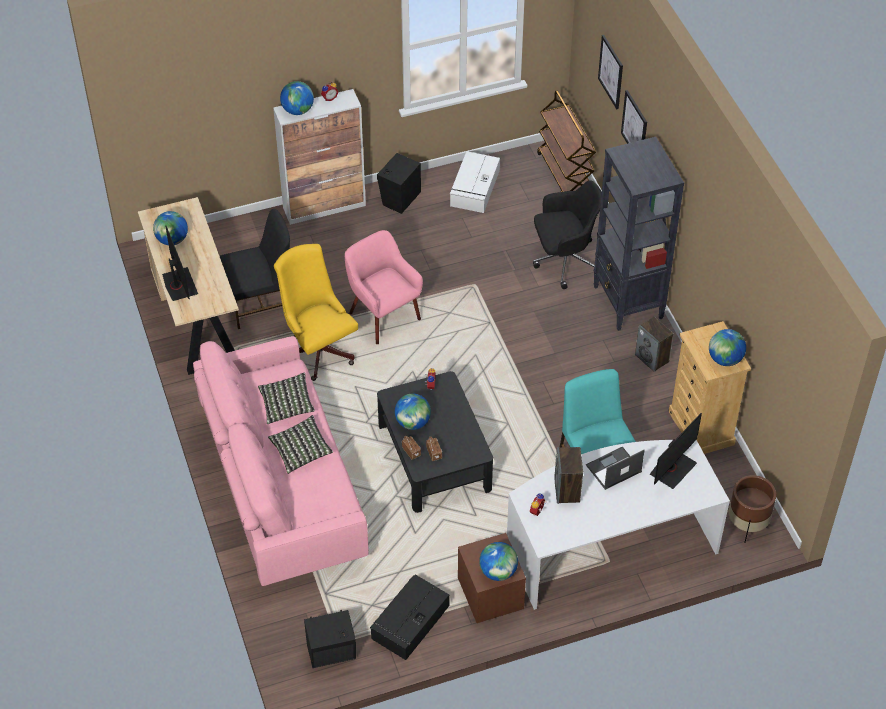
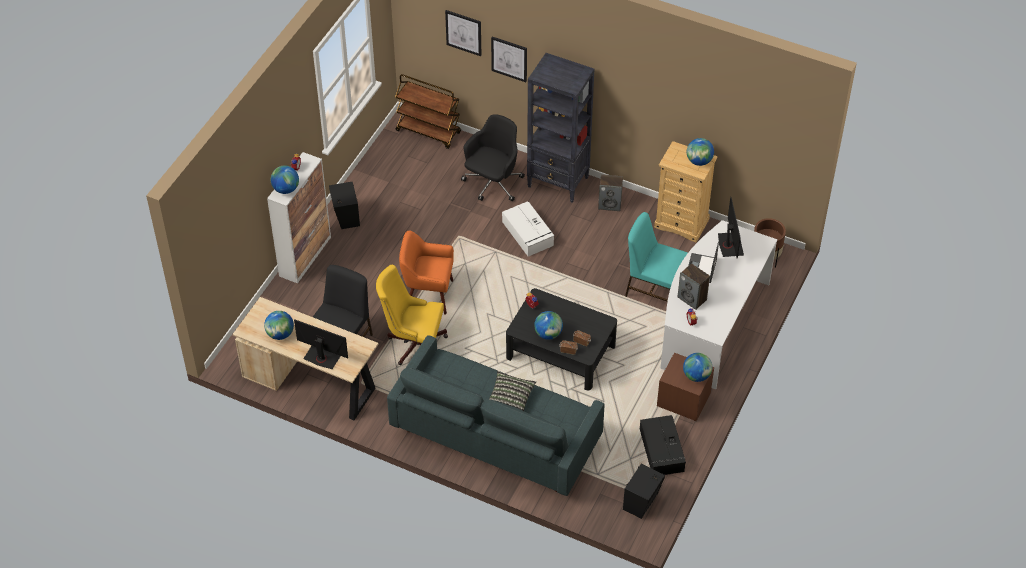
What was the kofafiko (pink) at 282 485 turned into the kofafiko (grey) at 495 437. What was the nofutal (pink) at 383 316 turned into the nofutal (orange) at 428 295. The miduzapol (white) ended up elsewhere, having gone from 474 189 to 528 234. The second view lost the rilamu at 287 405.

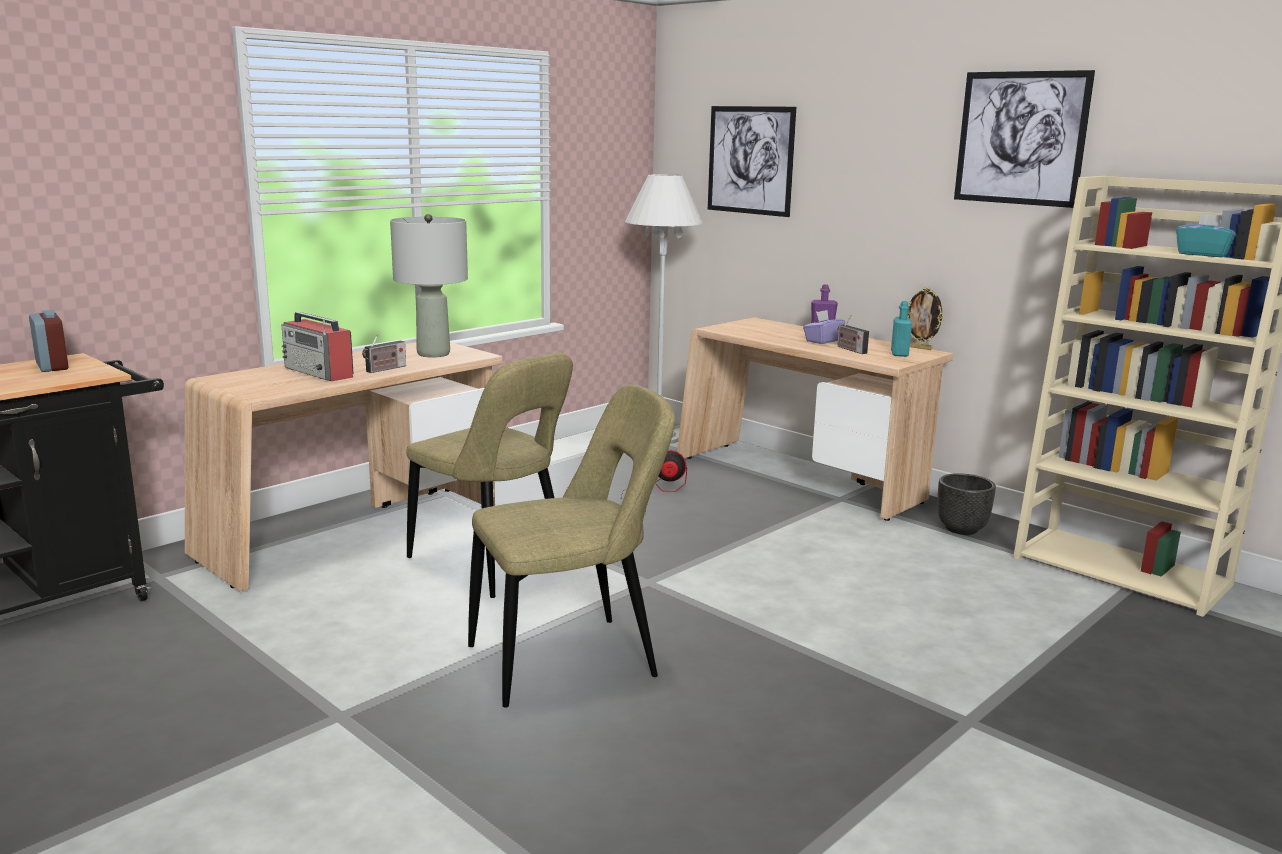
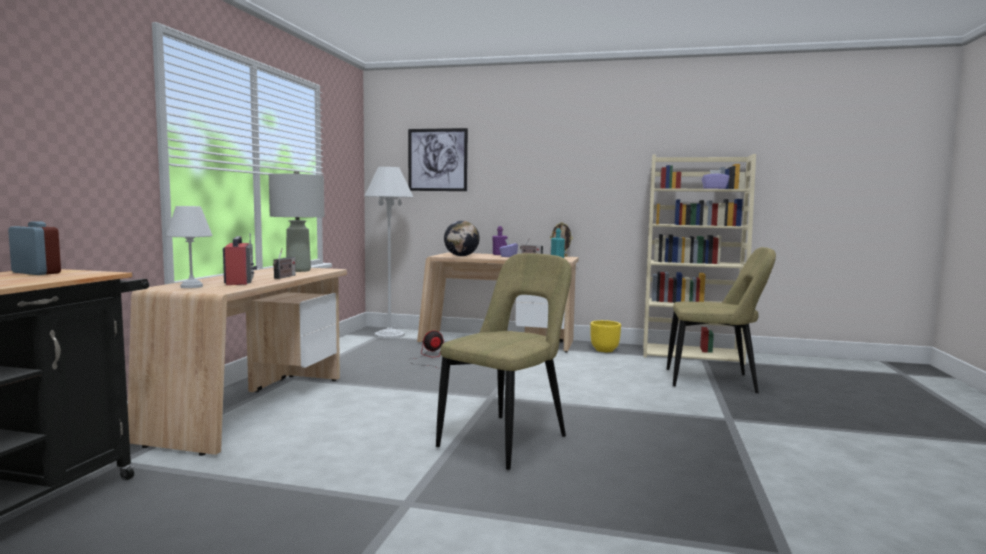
The second view gained the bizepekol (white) at 190 286. The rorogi at 319 373 ended up facing another way, 120 degrees counterclockwise from before. The second view gained the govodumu at 461 256. What was the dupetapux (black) at 962 529 turned into the dupetapux (yellow) at 605 350. The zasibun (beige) ended up elsewhere, having gone from 493 564 to 715 381. What was the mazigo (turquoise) at 1203 254 turned into the mazigo (purple) at 714 188. The second view lost the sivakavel at 1021 138.

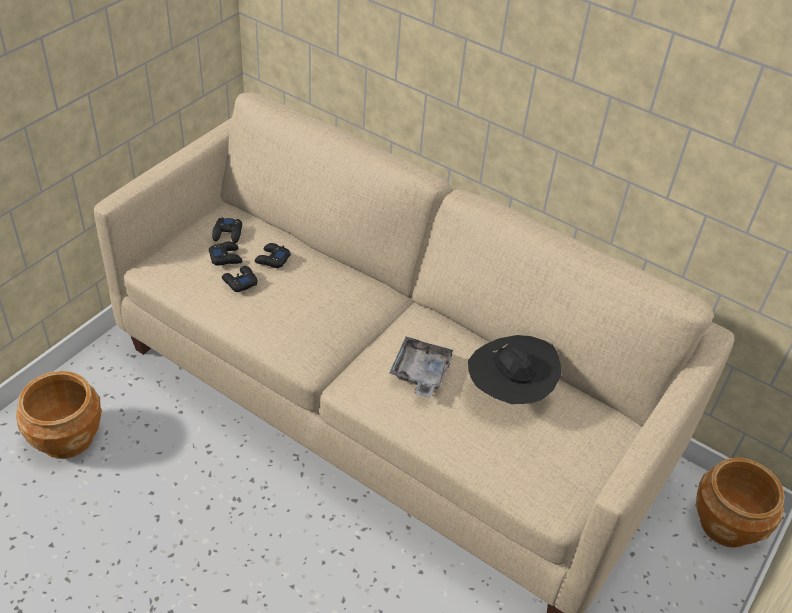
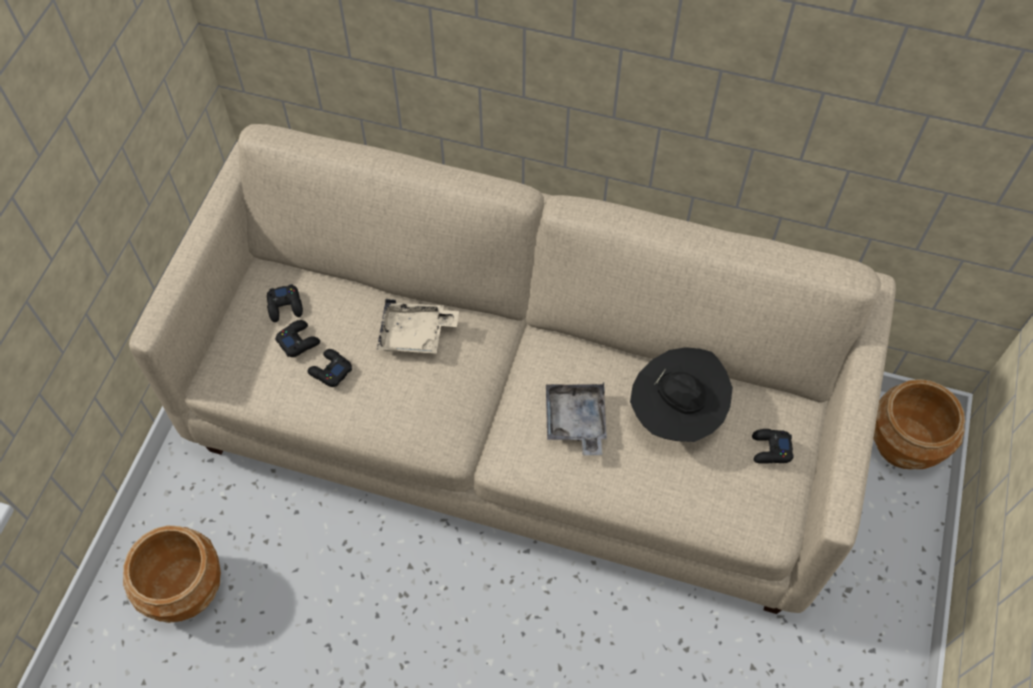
The second view gained the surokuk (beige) at 415 334. The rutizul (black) ended up elsewhere, having gone from 272 259 to 770 449.

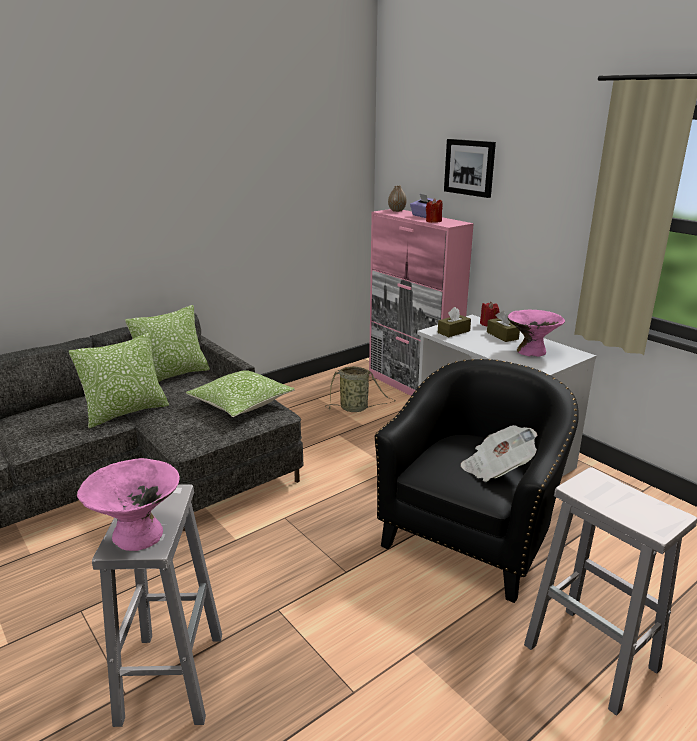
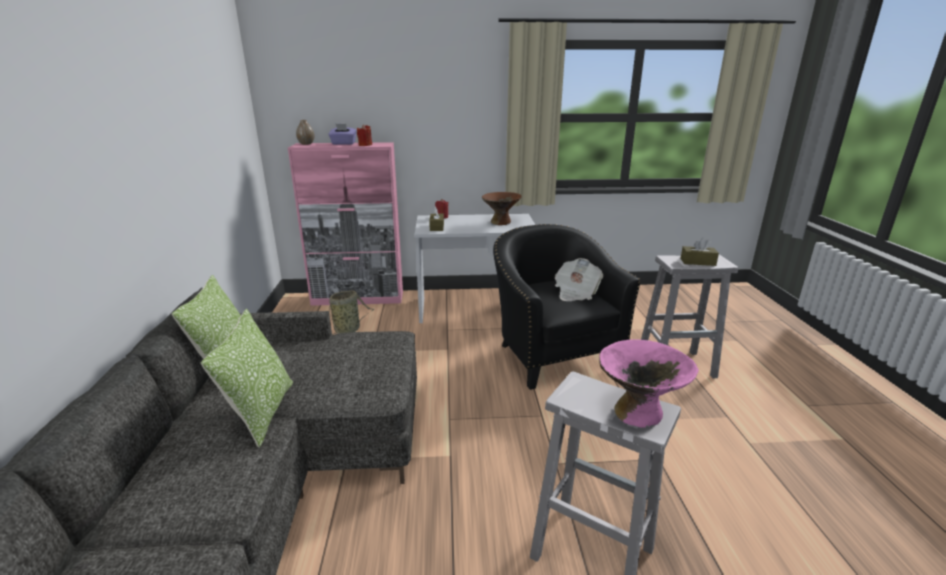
What was the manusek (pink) at 531 351 turned into the manusek (brown) at 501 222. The mazigo (brown) ended up elsewhere, having gone from 502 335 to 698 262. The second view lost the rilamu at 241 403. The second view lost the sivakavel at 470 167.

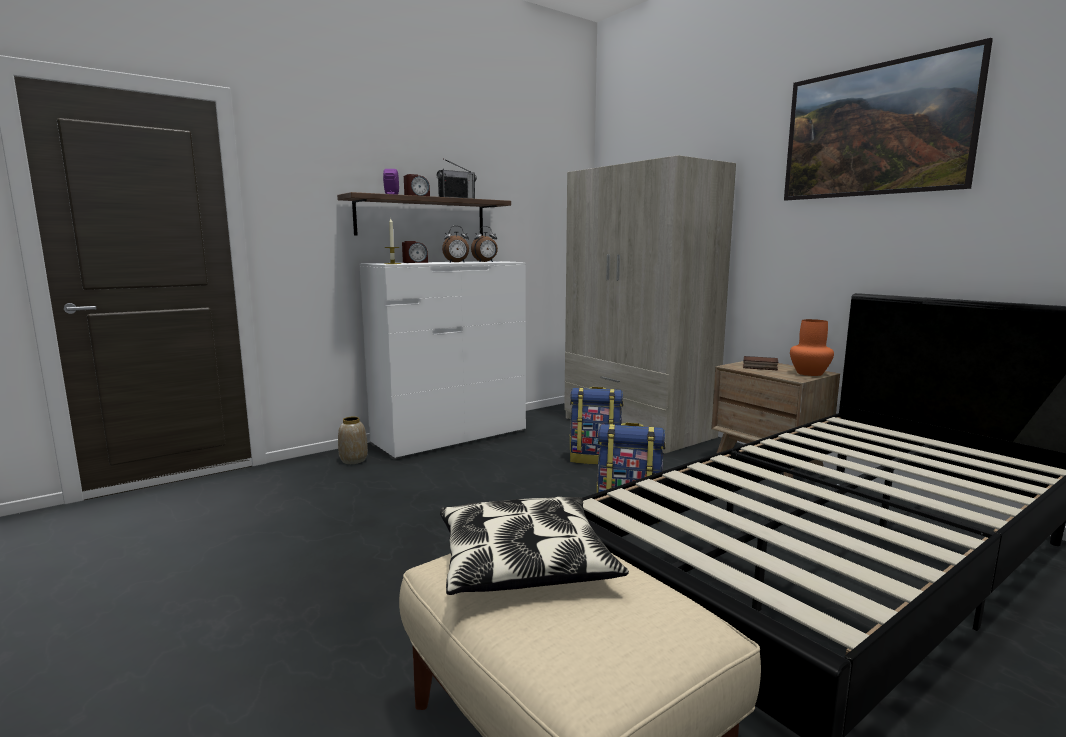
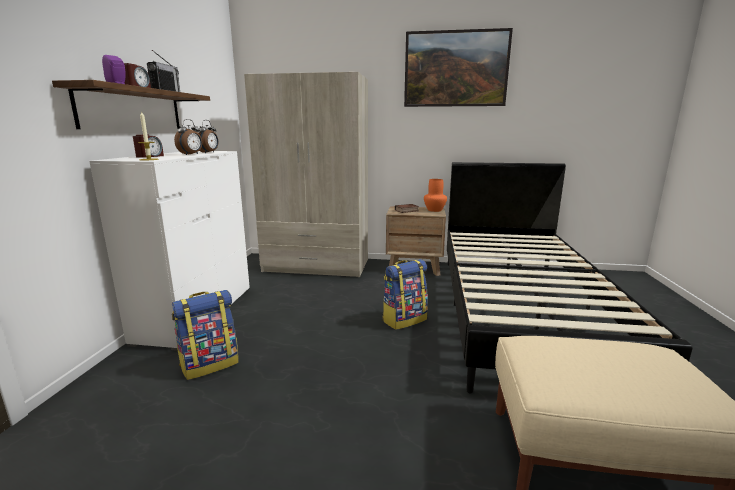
The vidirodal ended up elsewhere, having gone from 595 459 to 210 364. The second view lost the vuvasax at 354 460. The second view lost the rilamu at 524 562.

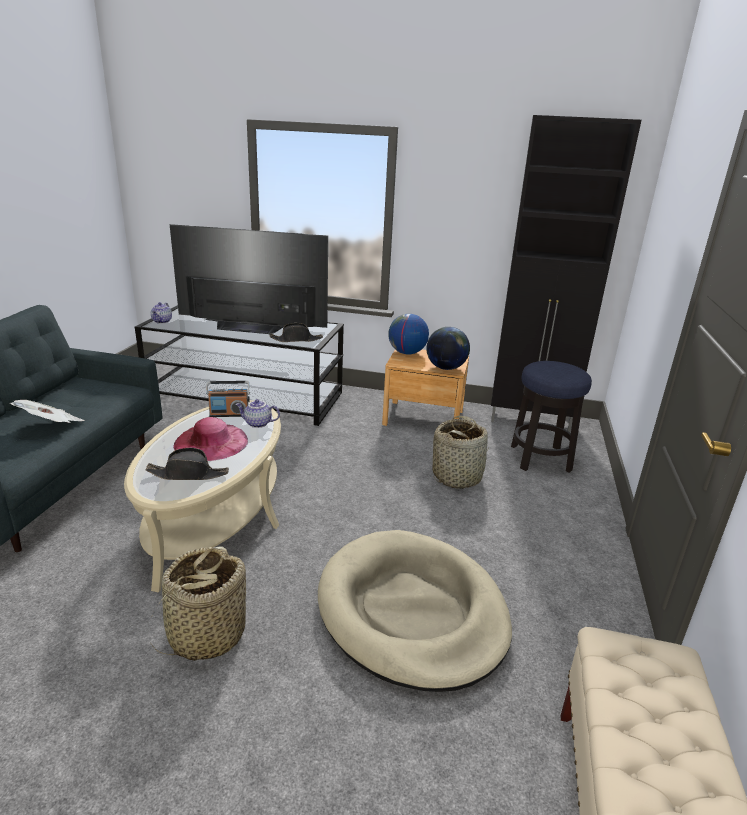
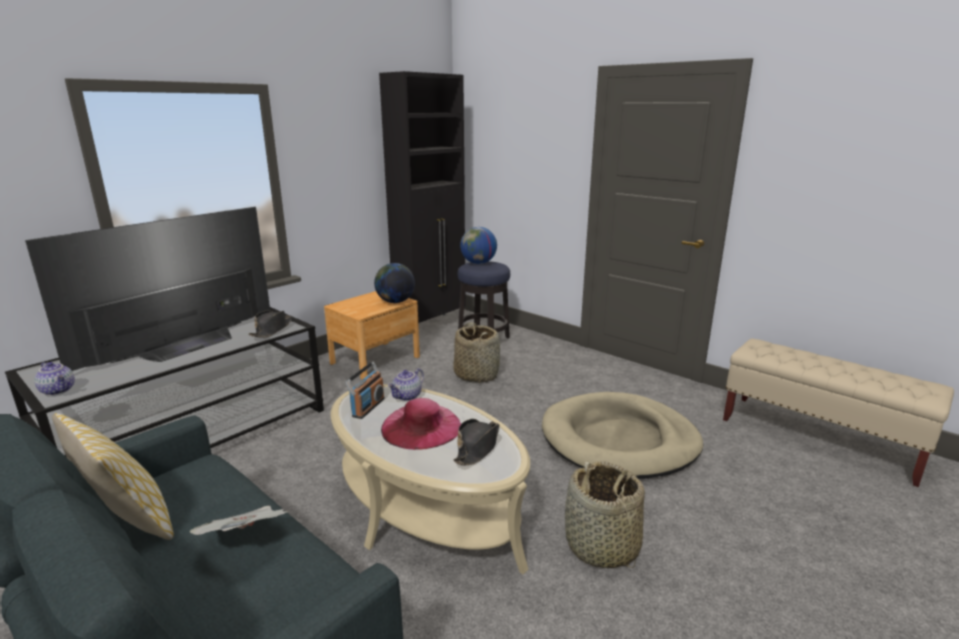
The second view gained the rilamu at 129 523. The govodumu ended up elsewhere, having gone from 407 353 to 478 263.

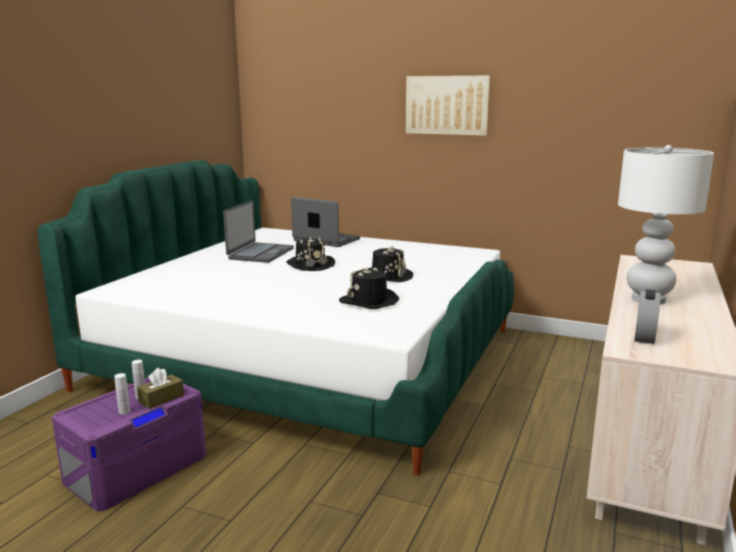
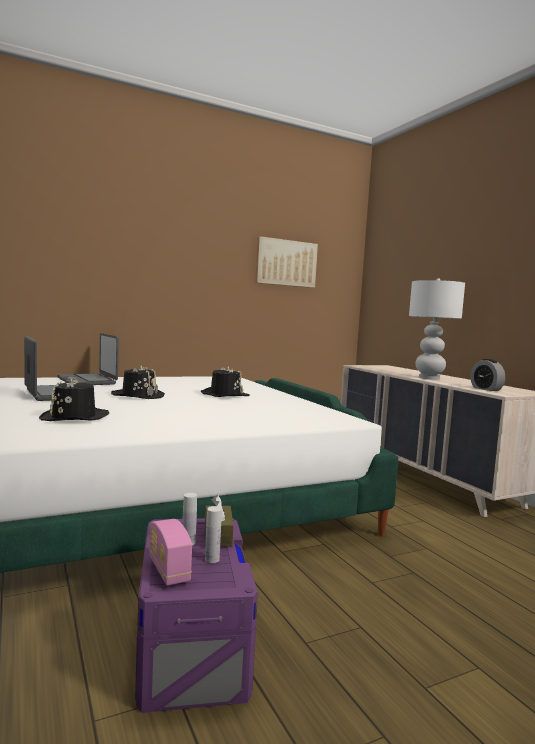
The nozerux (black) ended up elsewhere, having gone from 369 301 to 74 417. The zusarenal at 326 240 ended up facing another way, 105 degrees counterclockwise from before. The second view gained the rorogi at 169 570. The sivakavel ended up elsewhere, having gone from 447 105 to 286 263.

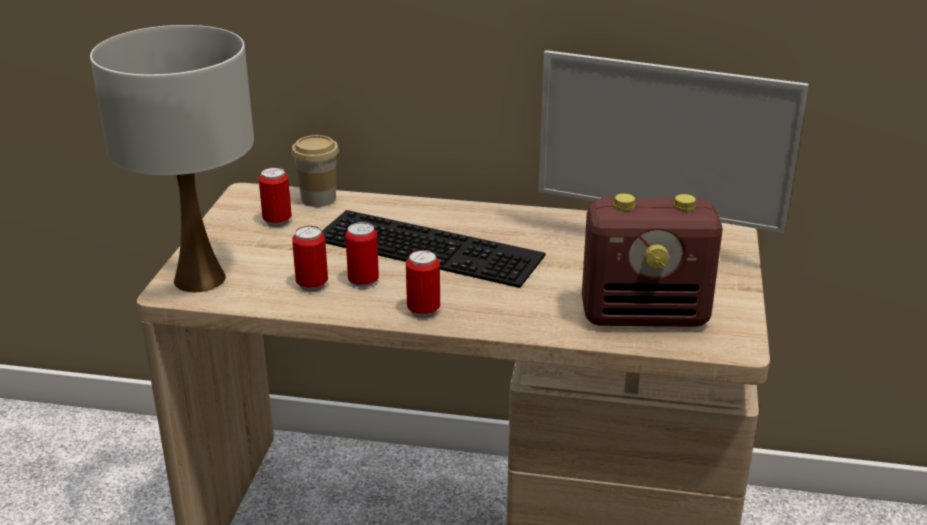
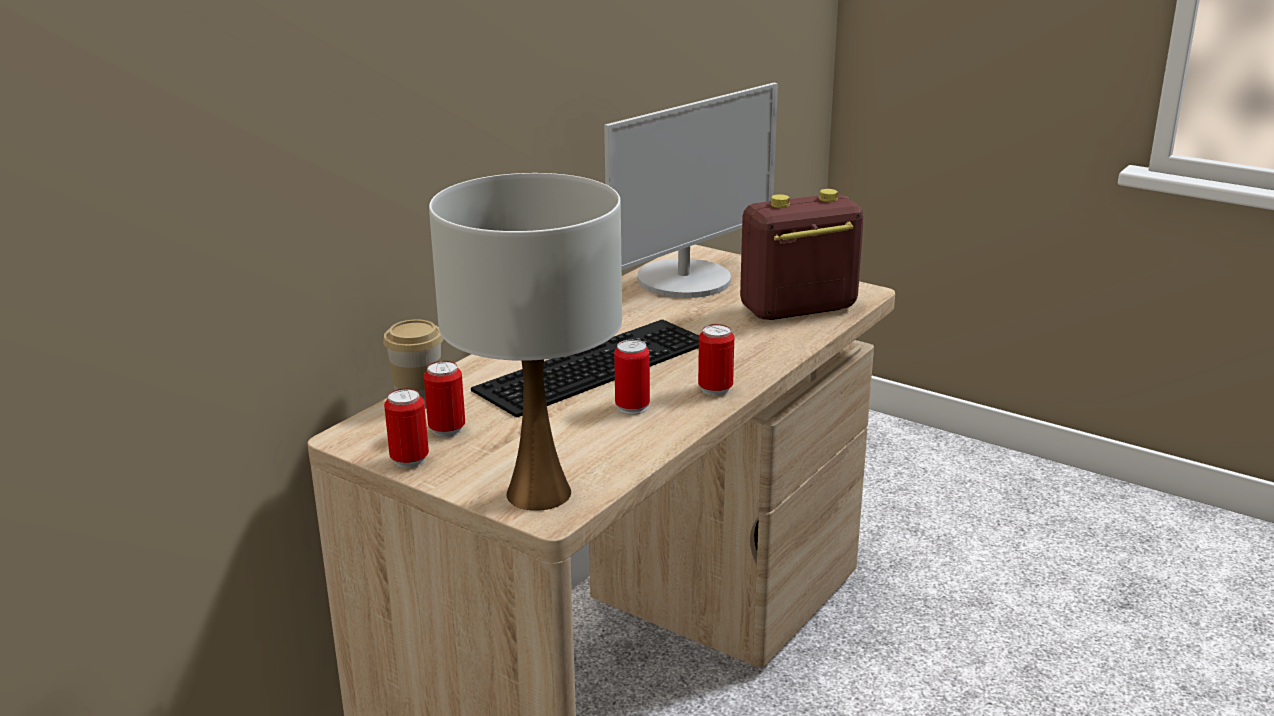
The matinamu ended up elsewhere, having gone from 312 285 to 409 460. The rorogi at 646 316 ended up facing another way, 135 degrees counterclockwise from before.

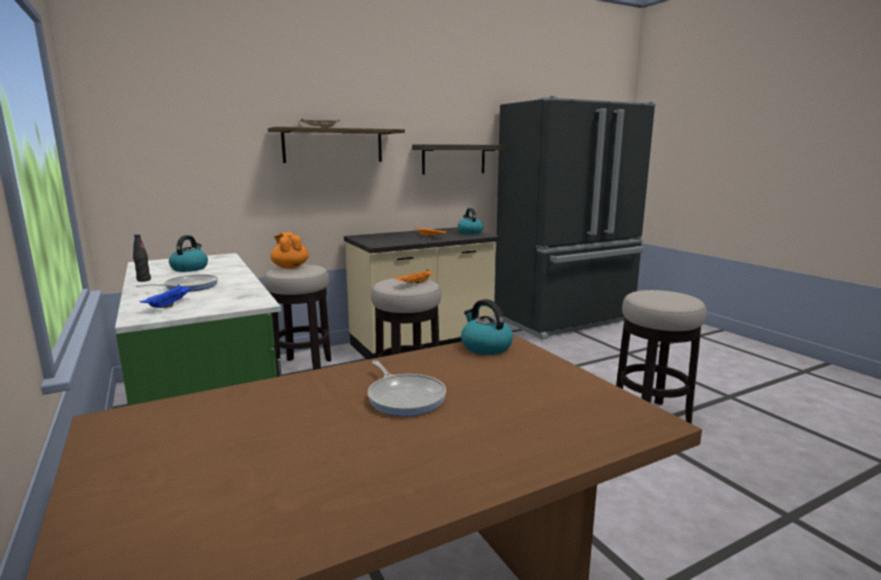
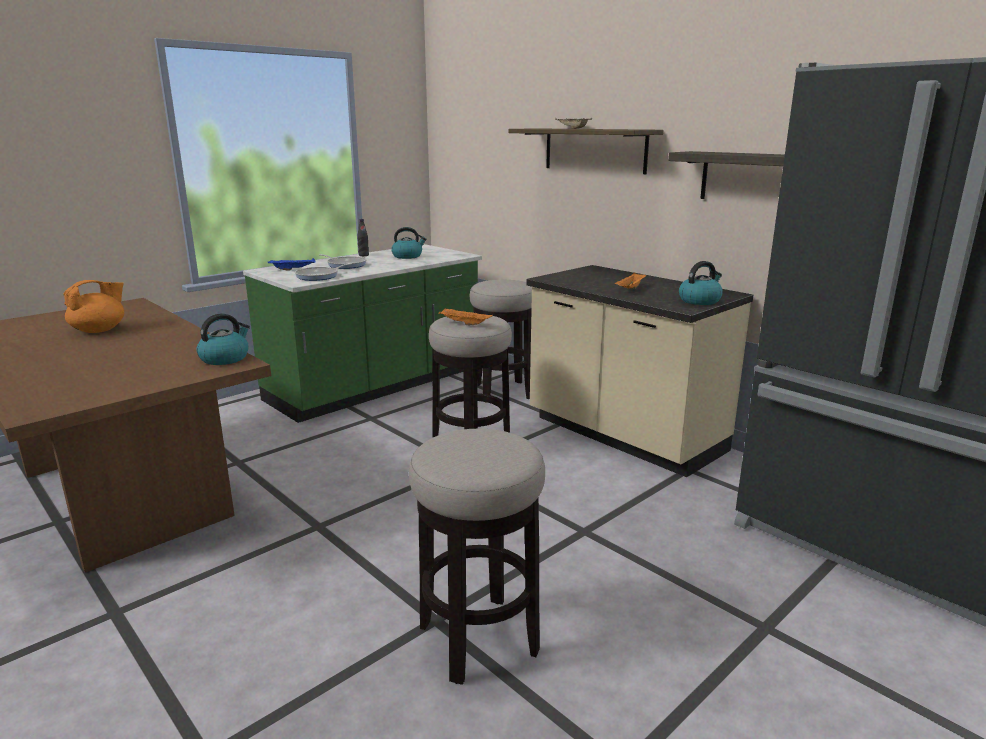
The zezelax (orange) ended up elsewhere, having gone from 290 267 to 100 330. The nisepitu ended up elsewhere, having gone from 405 397 to 319 276.

